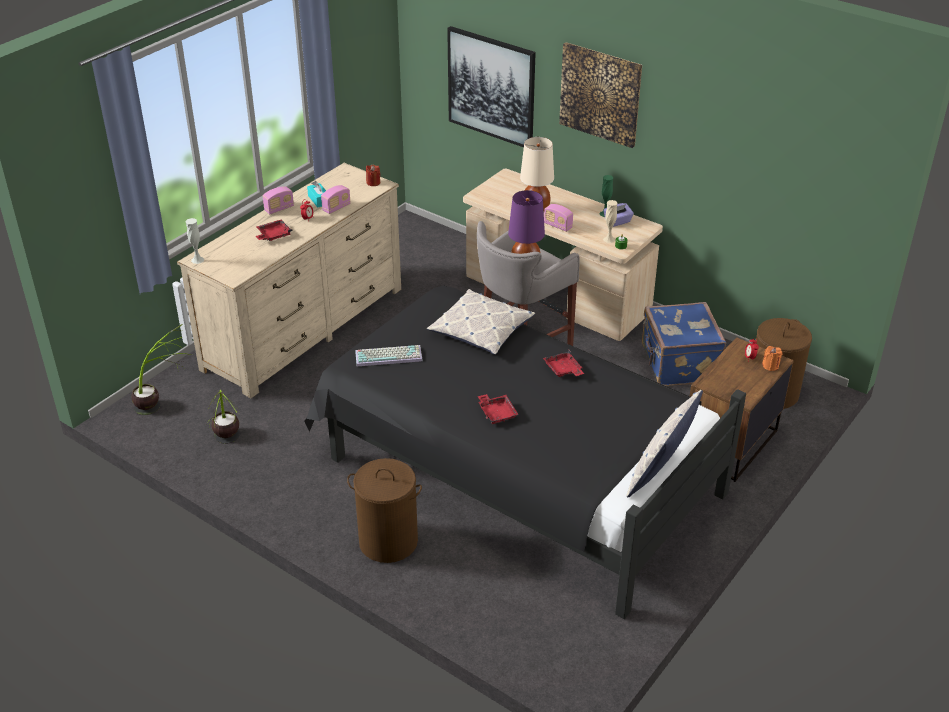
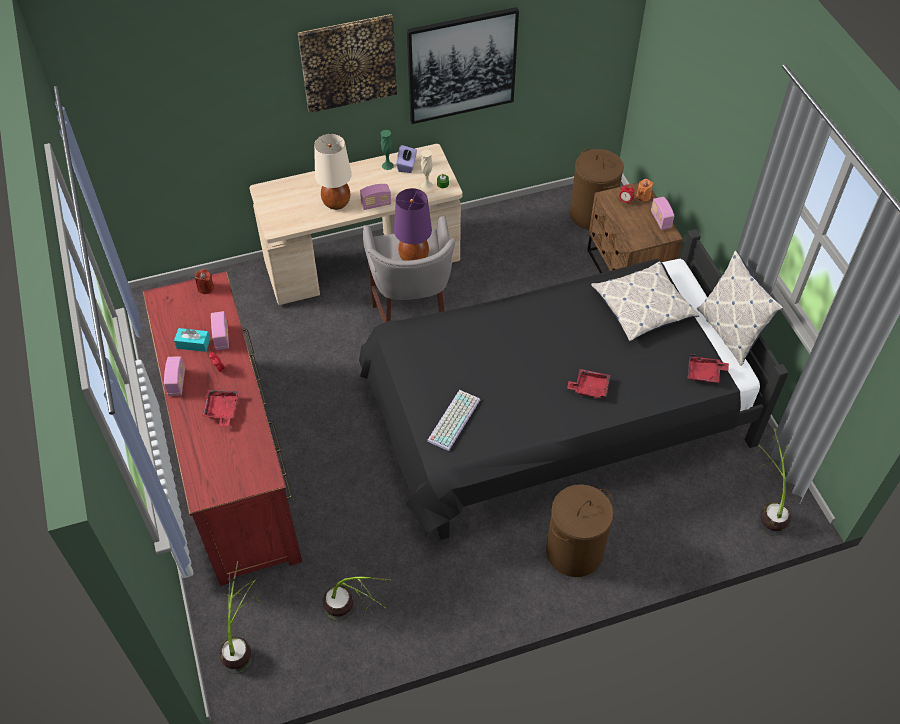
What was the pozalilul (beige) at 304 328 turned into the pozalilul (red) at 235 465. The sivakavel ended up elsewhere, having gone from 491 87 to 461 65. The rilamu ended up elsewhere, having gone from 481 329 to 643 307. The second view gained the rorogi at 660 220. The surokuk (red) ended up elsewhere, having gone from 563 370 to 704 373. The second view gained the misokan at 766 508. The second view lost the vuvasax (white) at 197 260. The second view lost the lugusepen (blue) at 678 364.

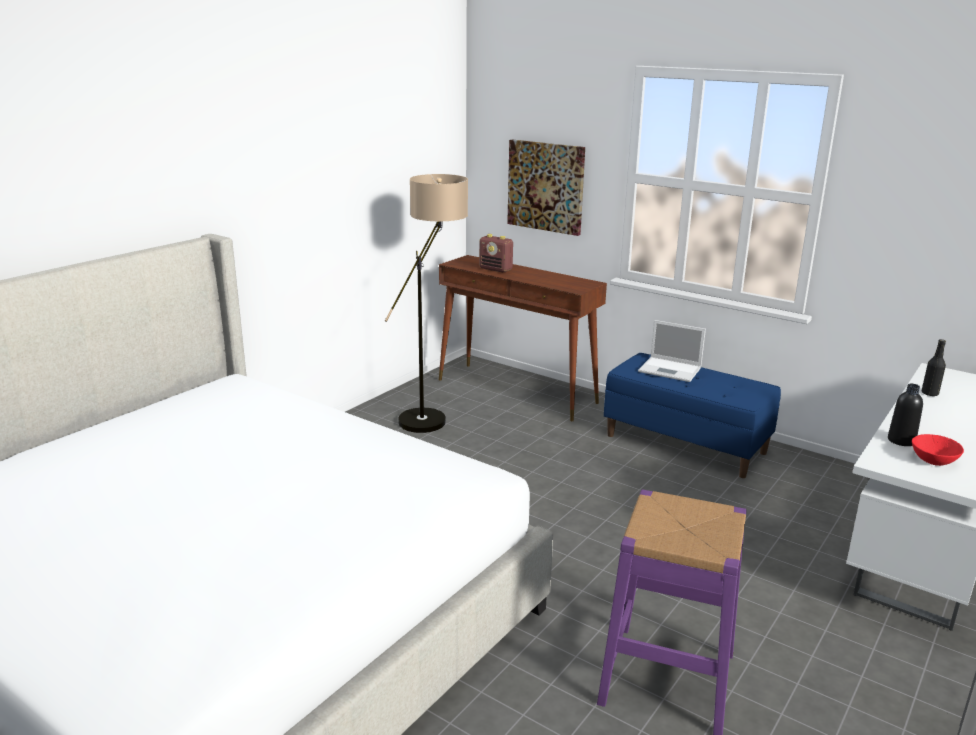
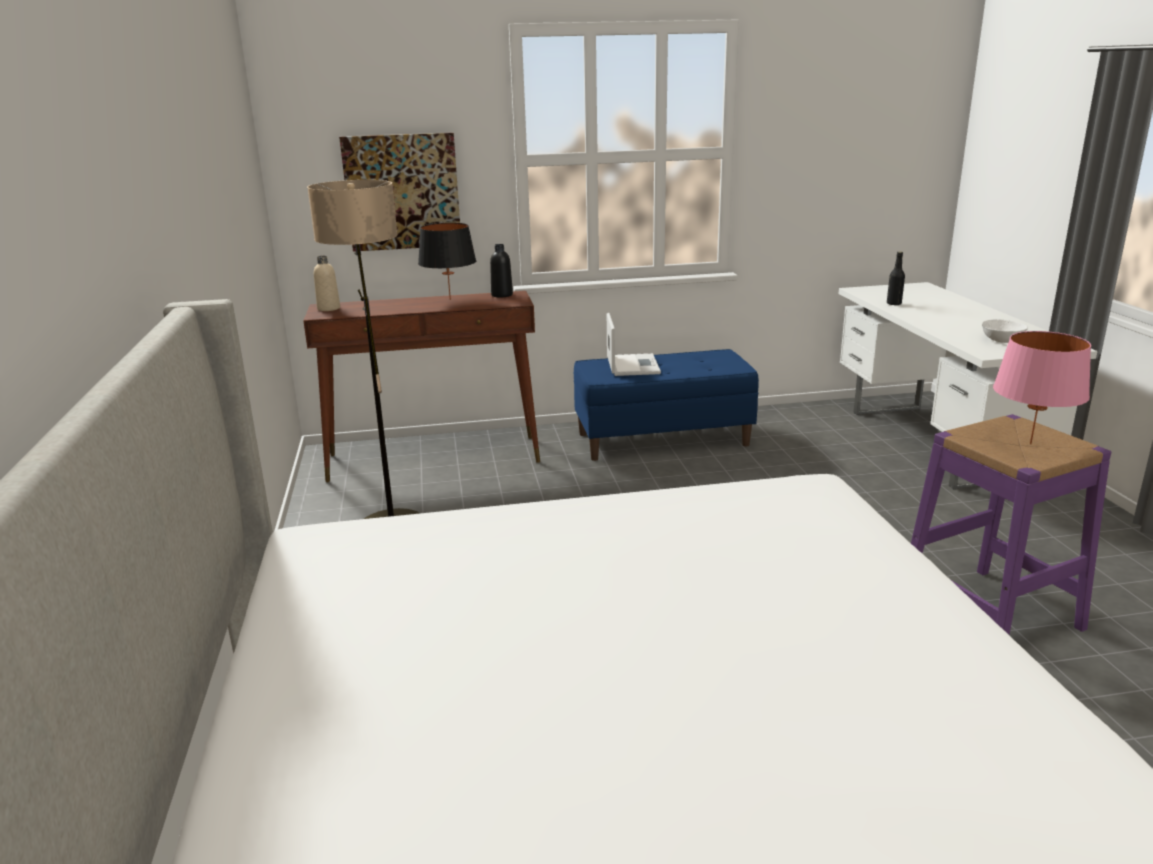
The second view gained the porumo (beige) at 328 308. The second view gained the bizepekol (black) at 450 299. The porumo (black) ended up elsewhere, having gone from 901 441 to 502 295. The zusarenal at 671 370 ended up facing another way, 75 degrees counterclockwise from before. What was the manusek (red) at 934 460 turned into the manusek (white) at 1002 340. The second view gained the bizepekol (pink) at 1030 444. The second view lost the rorogi at 496 269.

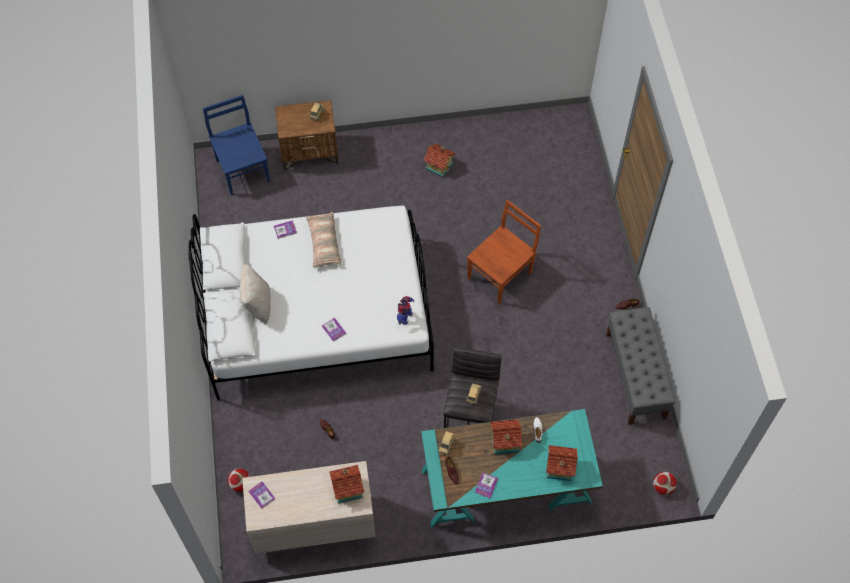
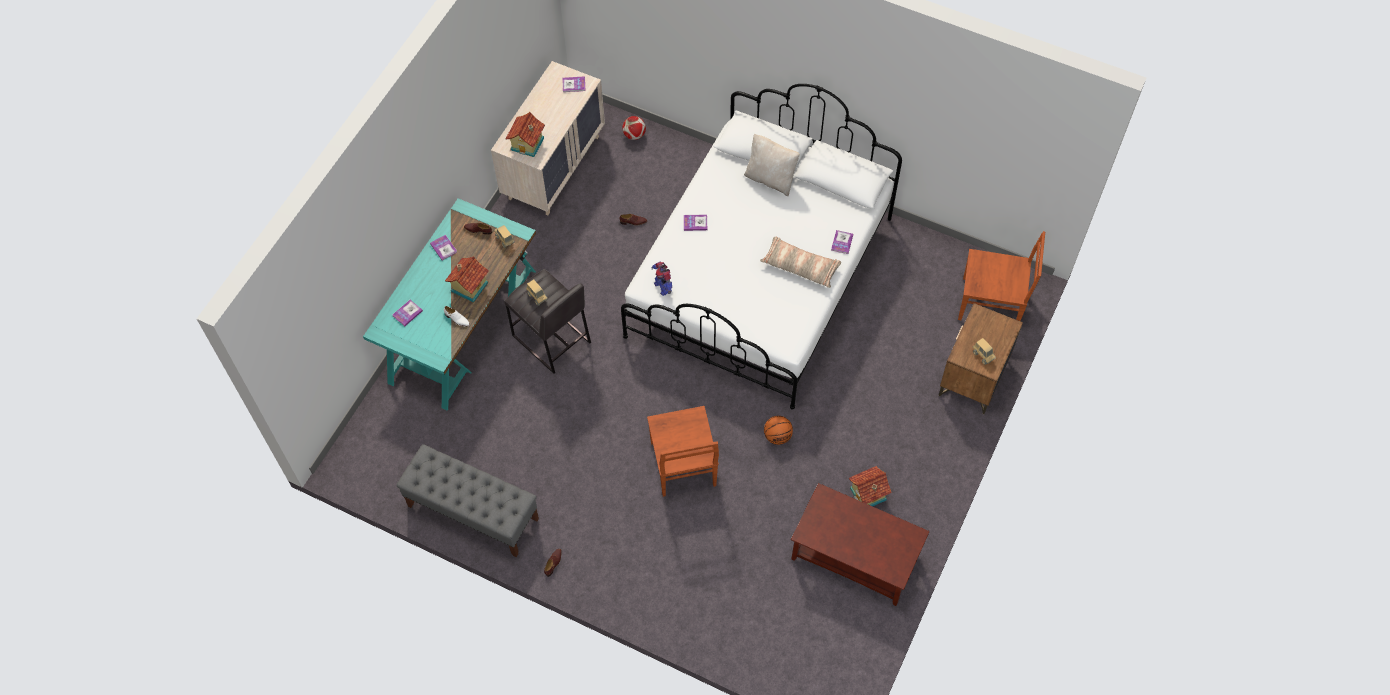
Where the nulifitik stood at 560 468, the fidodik came to stand at 407 313. The second view gained the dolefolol at 777 436. The second view gained the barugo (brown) at 854 557. What was the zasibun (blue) at 242 169 turned into the zasibun (brown) at 992 303. The second view lost the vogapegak at 663 487.

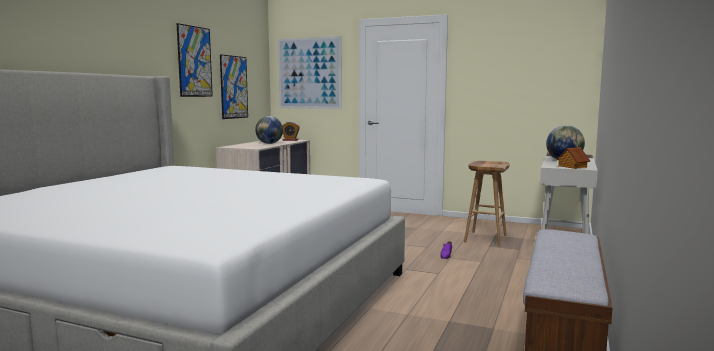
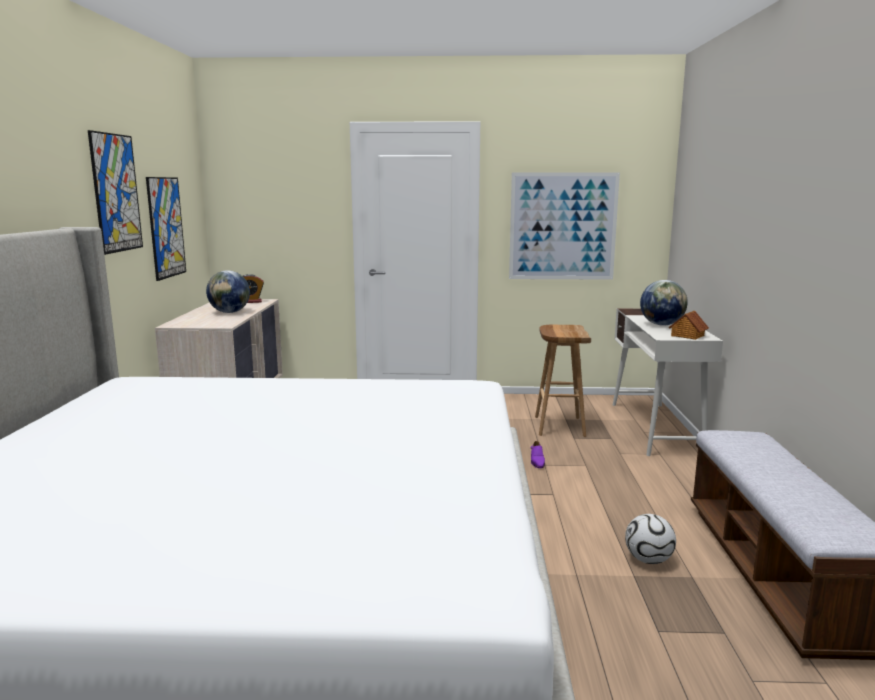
The sivakavel ended up elsewhere, having gone from 309 73 to 563 226. The second view gained the vogapegak at 648 560.

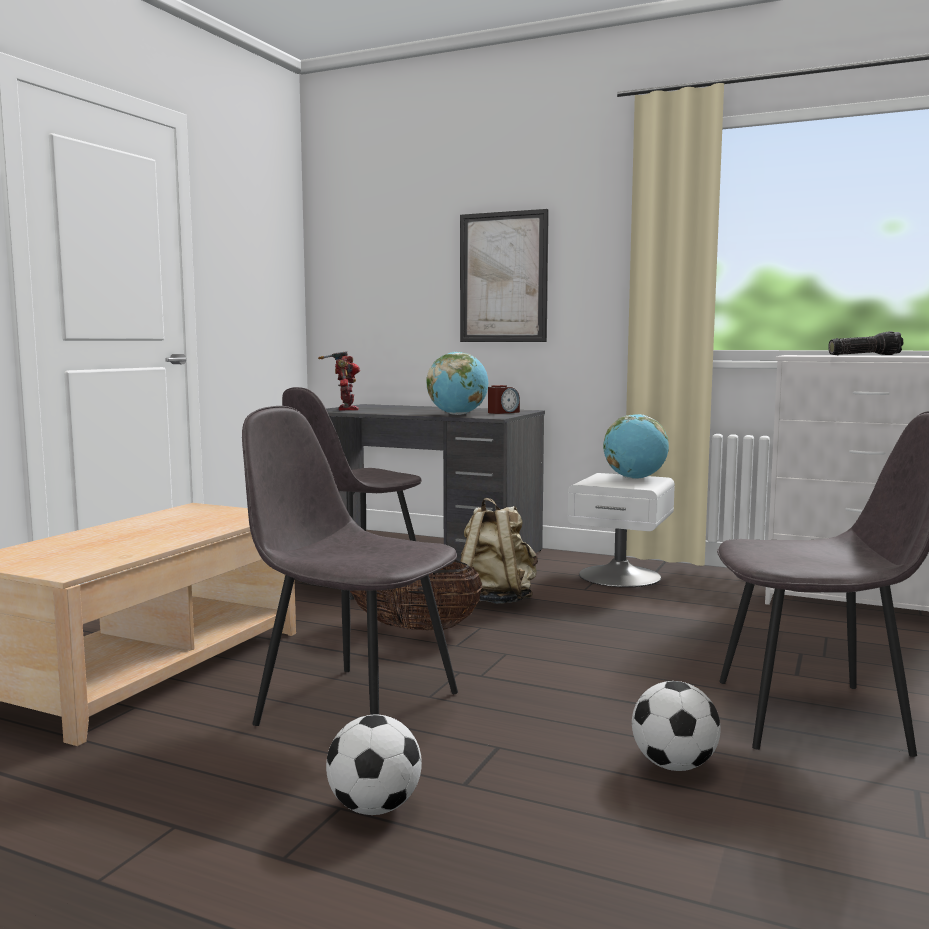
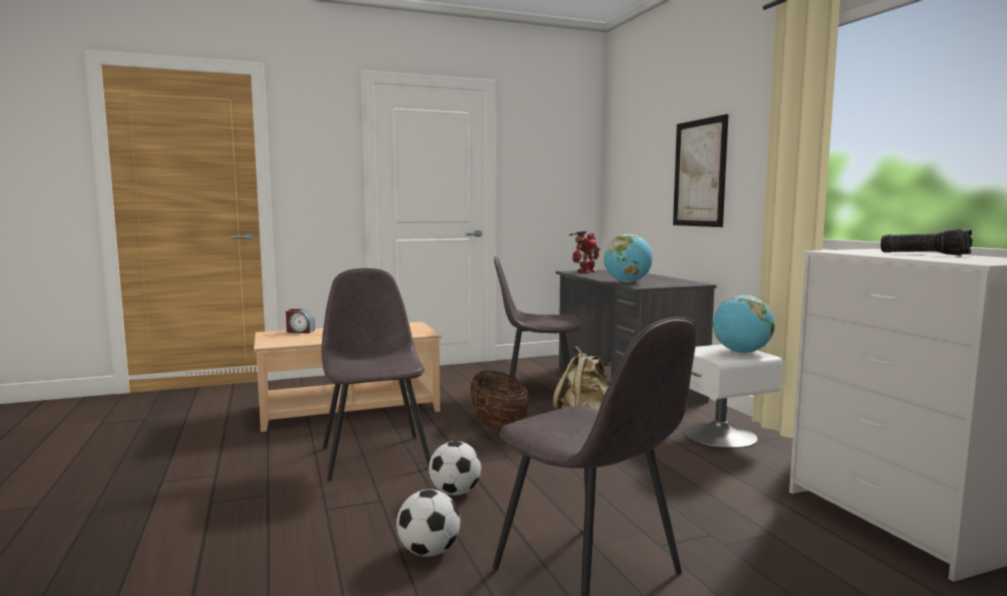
The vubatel ended up elsewhere, having gone from 503 412 to 300 331. The vogapegak ended up elsewhere, having gone from 375 808 to 455 492.

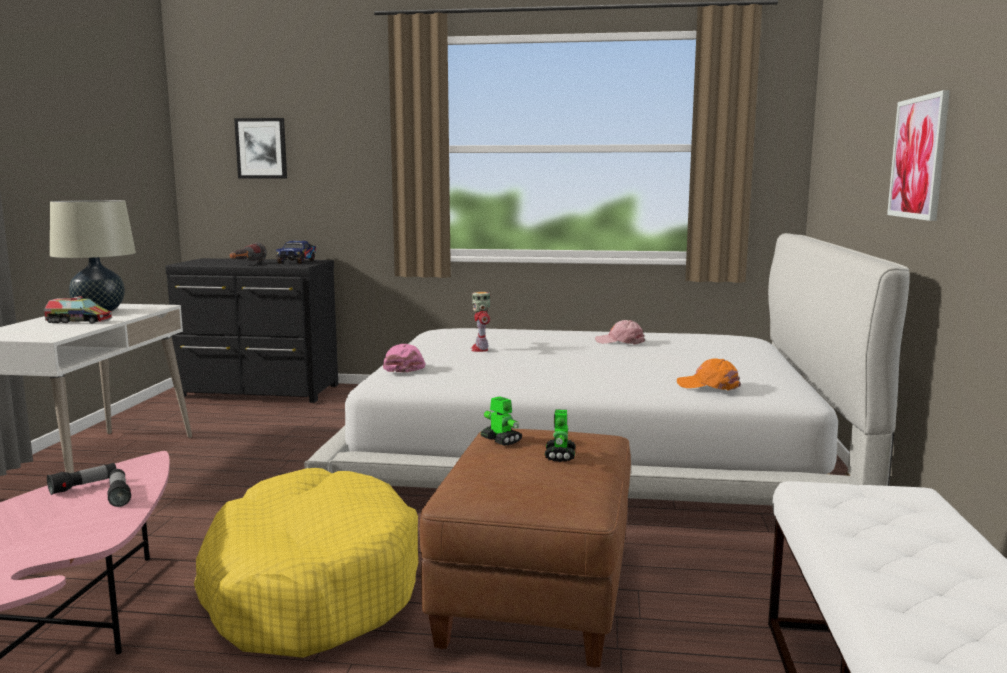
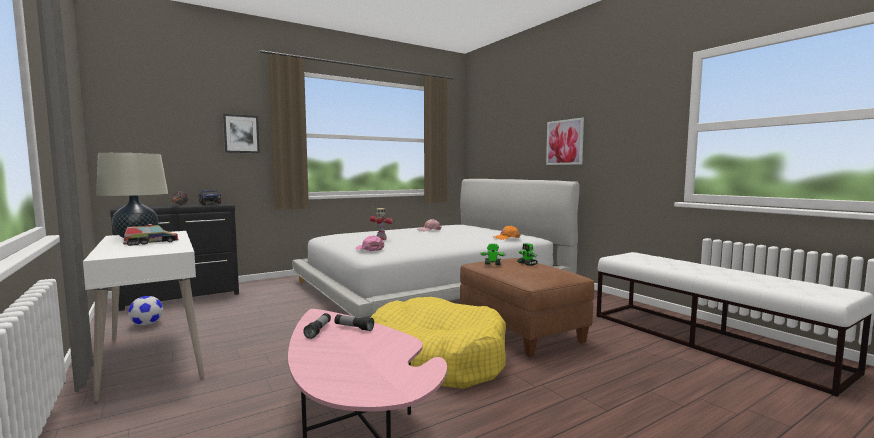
The second view gained the vogapegak at 146 324. The sivakavel ended up elsewhere, having gone from 261 148 to 241 134.

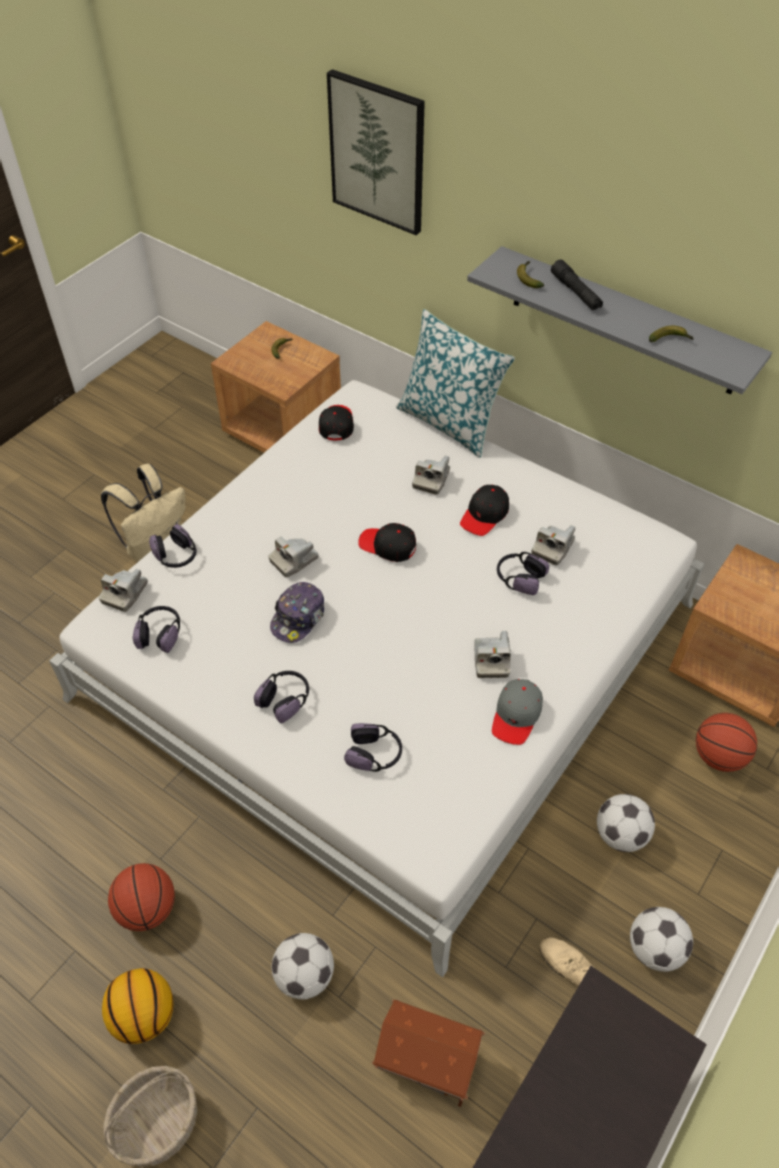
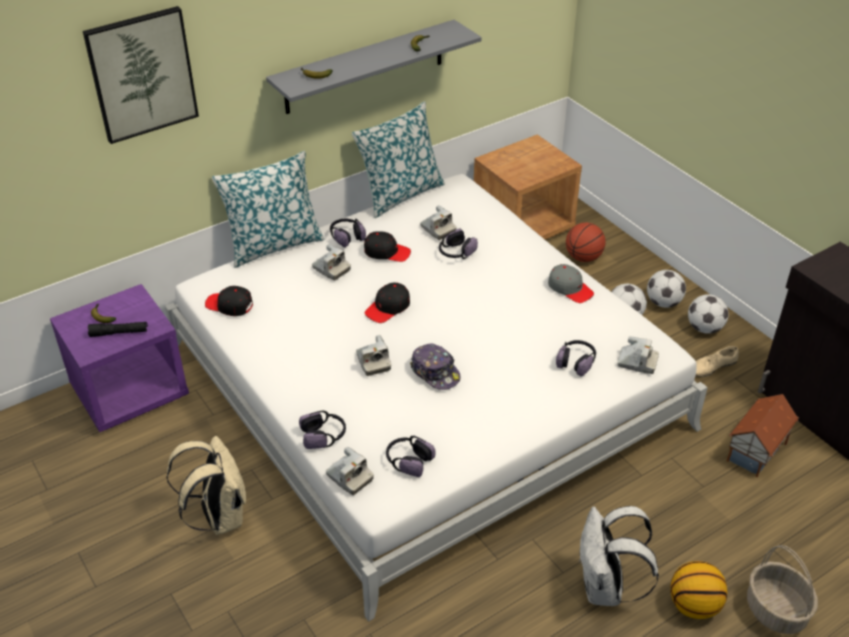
What was the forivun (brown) at 284 431 turned into the forivun (purple) at 130 392. The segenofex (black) ended up elsewhere, having gone from 575 292 to 119 333. The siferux ended up elsewhere, having gone from 285 699 to 346 236. The second view gained the rilamu at 400 194. The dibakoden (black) at 484 515 ended up facing another way, 45 degrees counterclockwise from before. Where the dolefolol stood at 148 908, the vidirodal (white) came to stand at 605 588. The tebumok ended up elsewhere, having gone from 491 660 to 637 362. The vogapegak ended up elsewhere, having gone from 304 975 to 663 303.

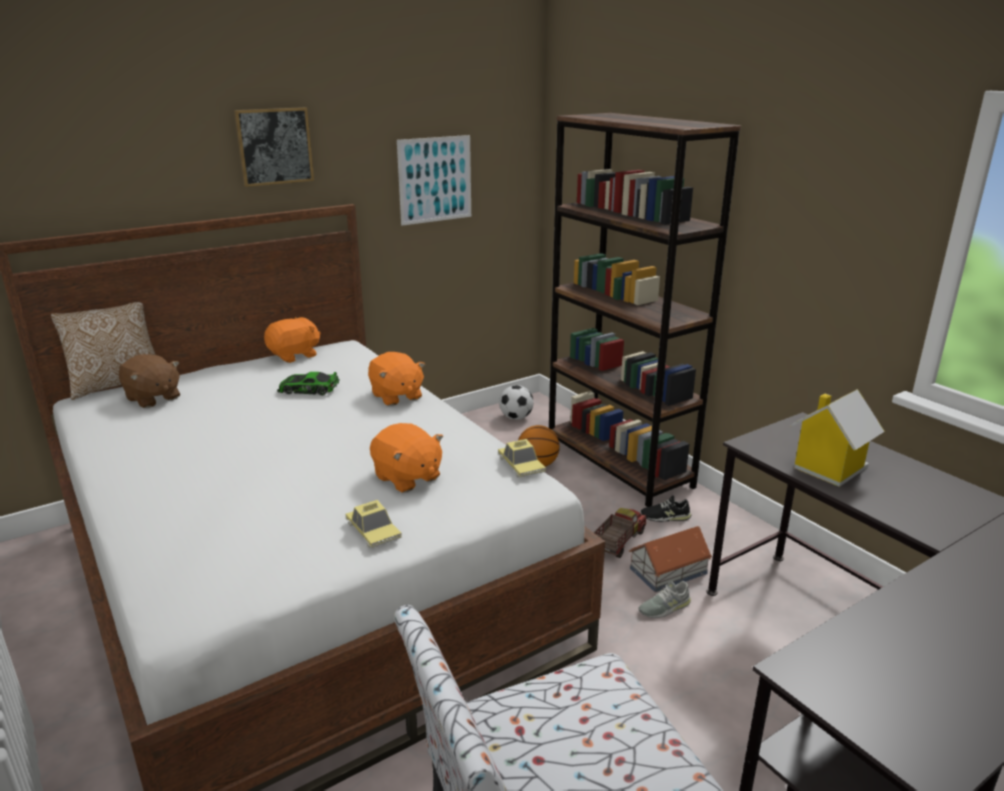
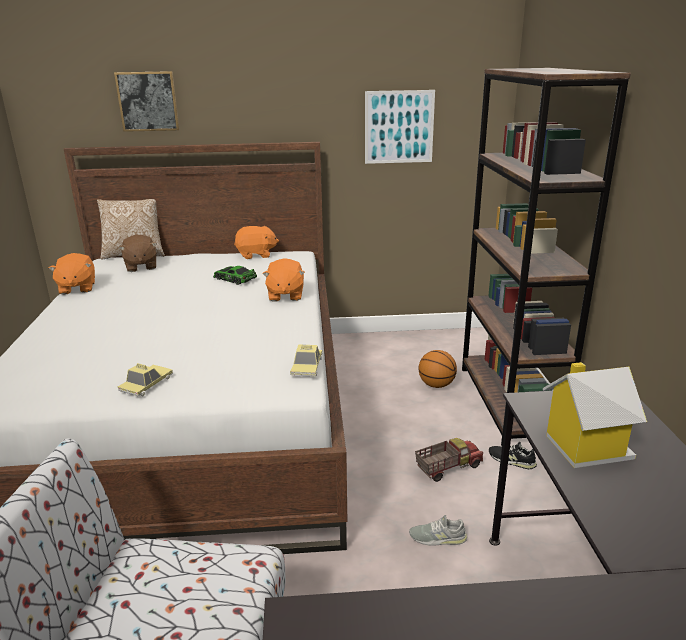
The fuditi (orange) ended up elsewhere, having gone from 407 478 to 77 288. The sivakavel ended up elsewhere, having gone from 274 146 to 148 101. The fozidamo at 373 531 ended up facing another way, 150 degrees counterclockwise from before. The second view lost the vogapegak at 516 417. The second view lost the nulifitik at 669 571.

